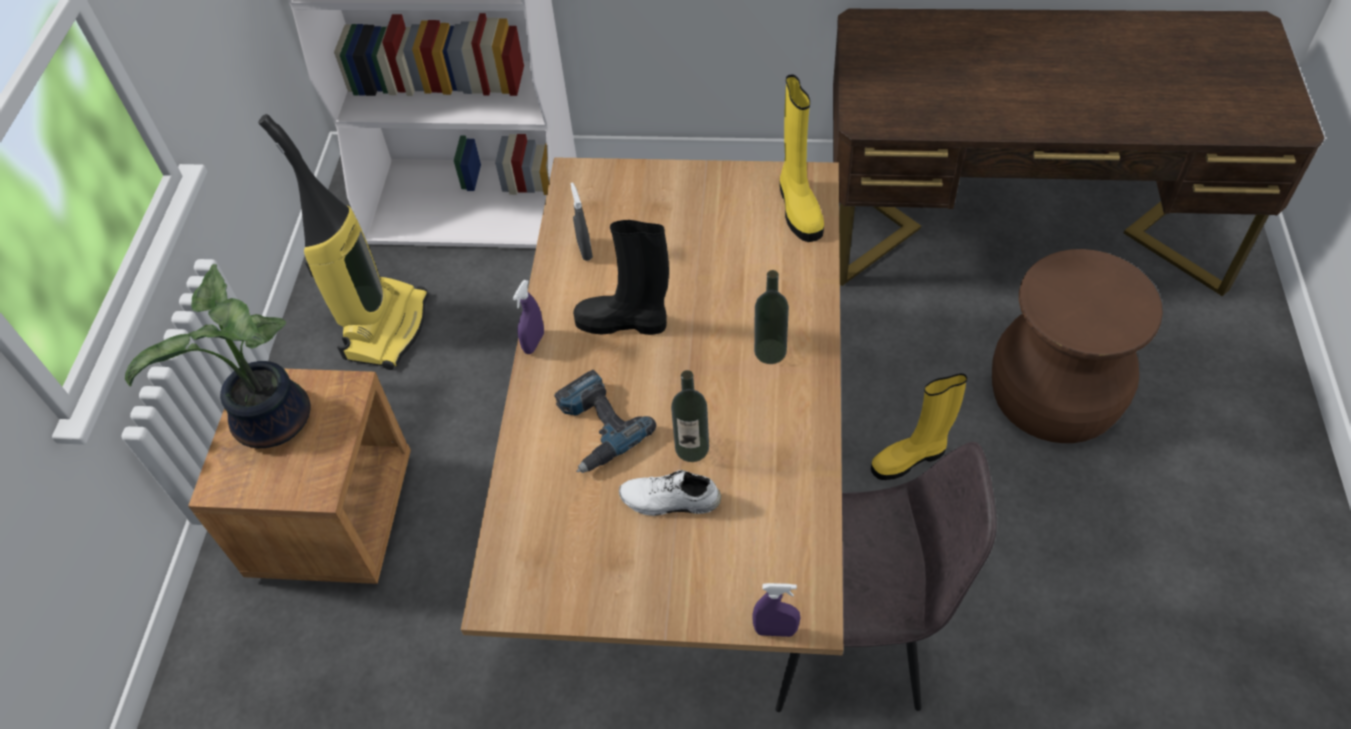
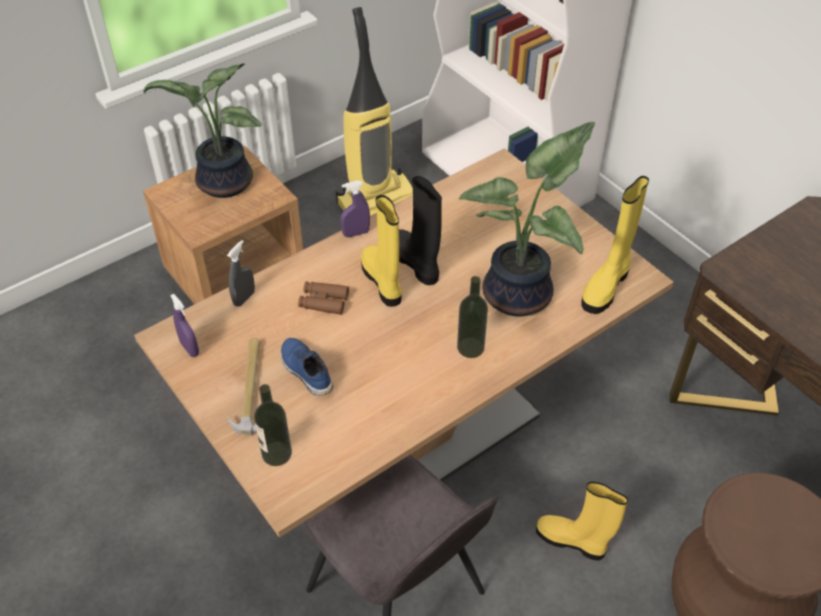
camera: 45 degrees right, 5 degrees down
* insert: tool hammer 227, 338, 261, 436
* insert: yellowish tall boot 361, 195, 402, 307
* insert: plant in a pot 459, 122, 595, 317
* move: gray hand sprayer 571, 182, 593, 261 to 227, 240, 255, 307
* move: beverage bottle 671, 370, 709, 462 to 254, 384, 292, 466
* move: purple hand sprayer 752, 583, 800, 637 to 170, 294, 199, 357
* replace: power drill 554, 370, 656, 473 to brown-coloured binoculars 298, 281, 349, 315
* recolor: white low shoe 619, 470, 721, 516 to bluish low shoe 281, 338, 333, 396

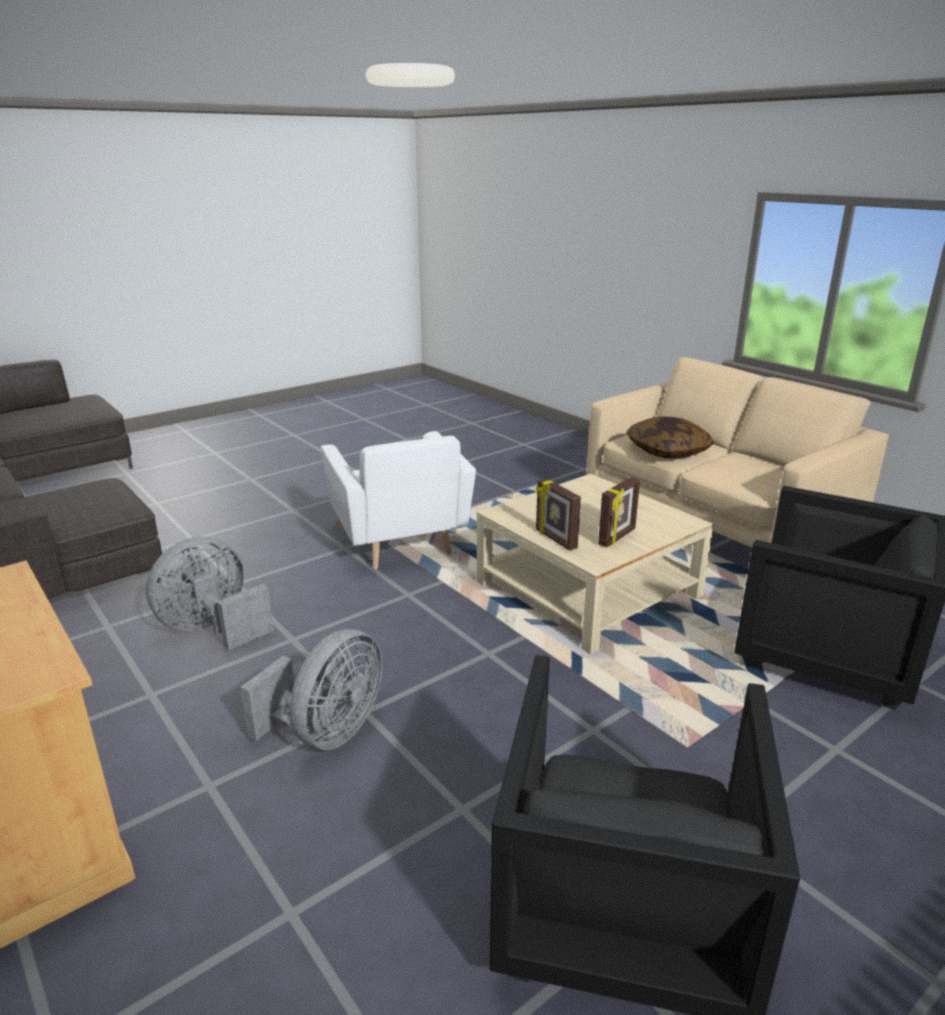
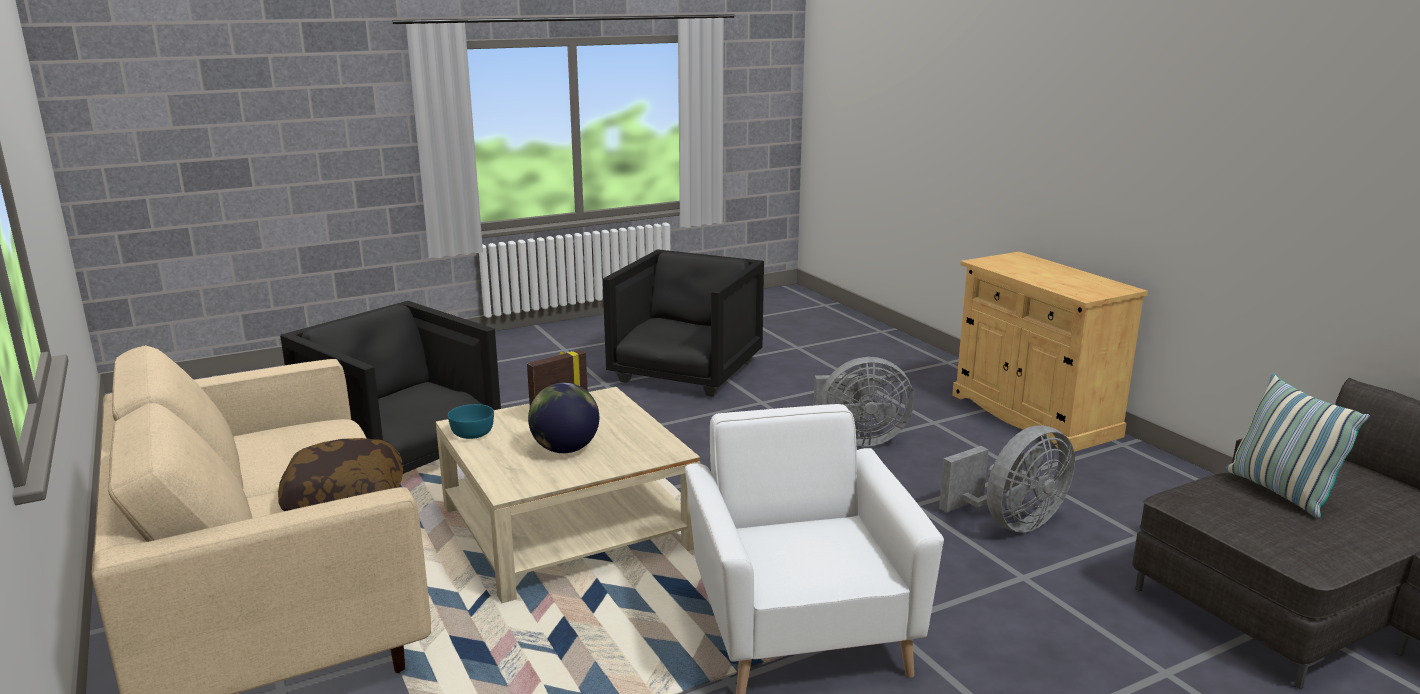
camera: 170 degrees left, 5 degrees down
* delete: photo frame 536, 478, 581, 551
* insert: turquoise serving bowl 448, 404, 494, 439
* insert: desk globe 528, 383, 599, 453
* insert: cushion 1225, 373, 1370, 518
* rotate: gray electric fan 240, 629, 382, 750 = 814, 357, 914, 447 135 degrees counterclockwise

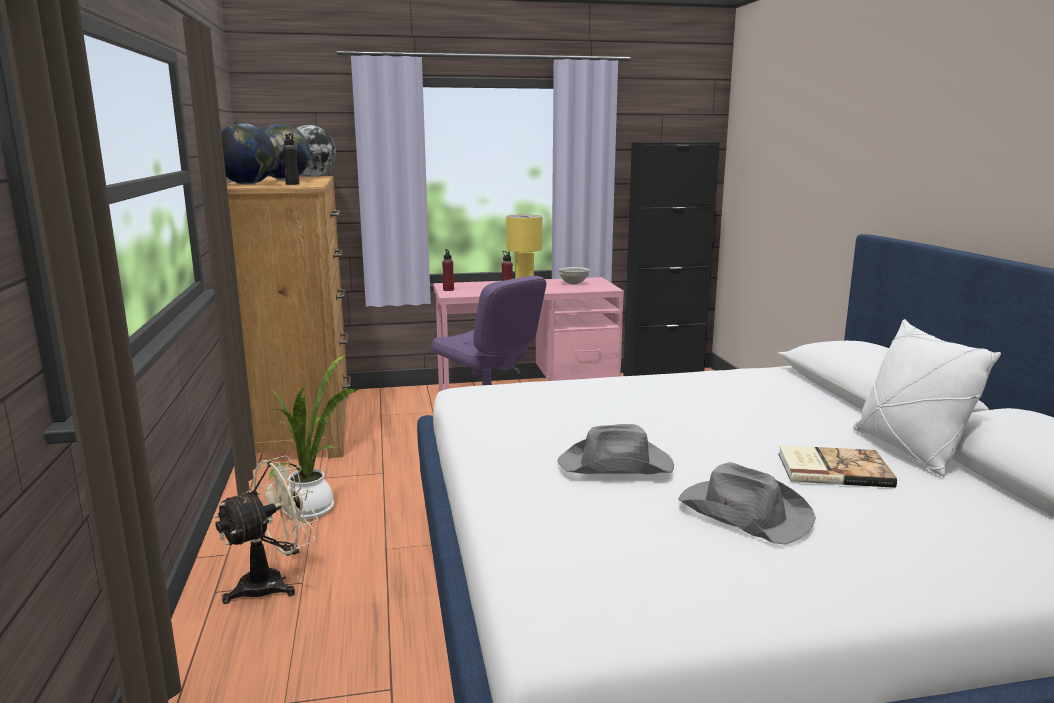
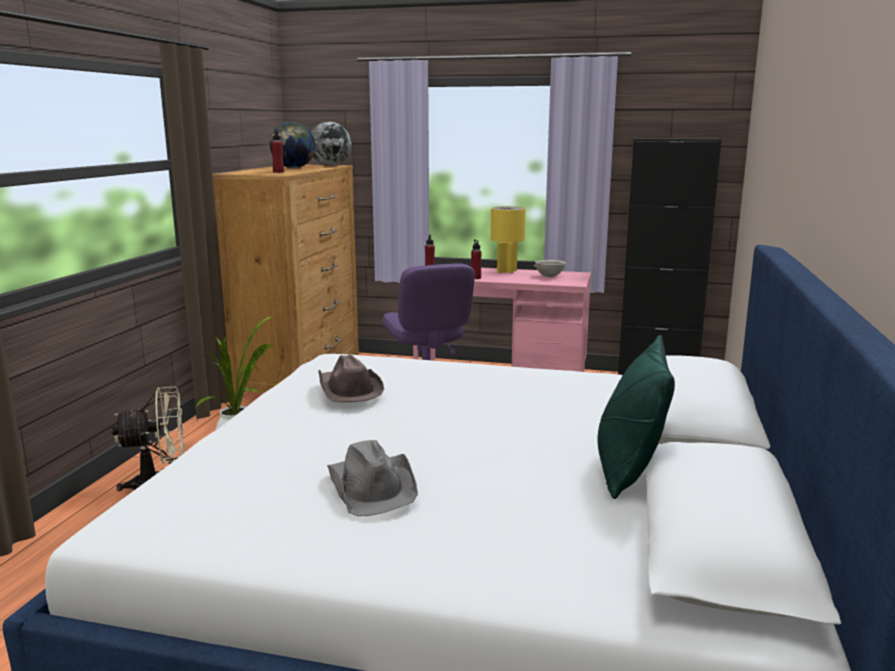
camera: 25 degrees right, 0 degrees up
* delete: desk globe 221, 123, 275, 185
* delete: gray wearable hat 558, 424, 674, 475
* delete: bound book 778, 445, 897, 488
* insert: brown-coloured wearable hat 318, 355, 384, 402
* recolor: black-coloured beverage bottle 283, 133, 299, 185 to red-coloured beverage bottle 271, 130, 284, 173
* recolor: white cushion 853, 319, 1001, 476 to green-coloured cushion 597, 335, 675, 499

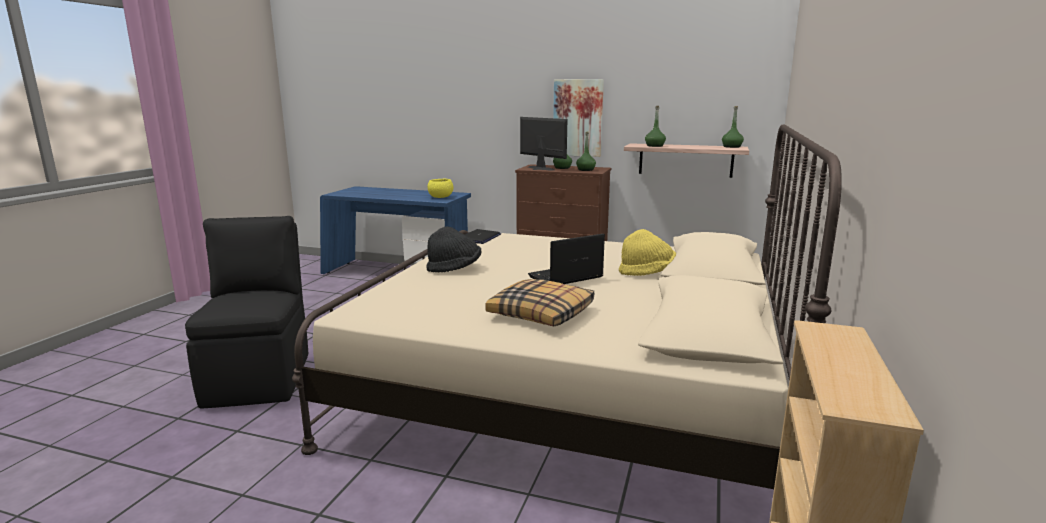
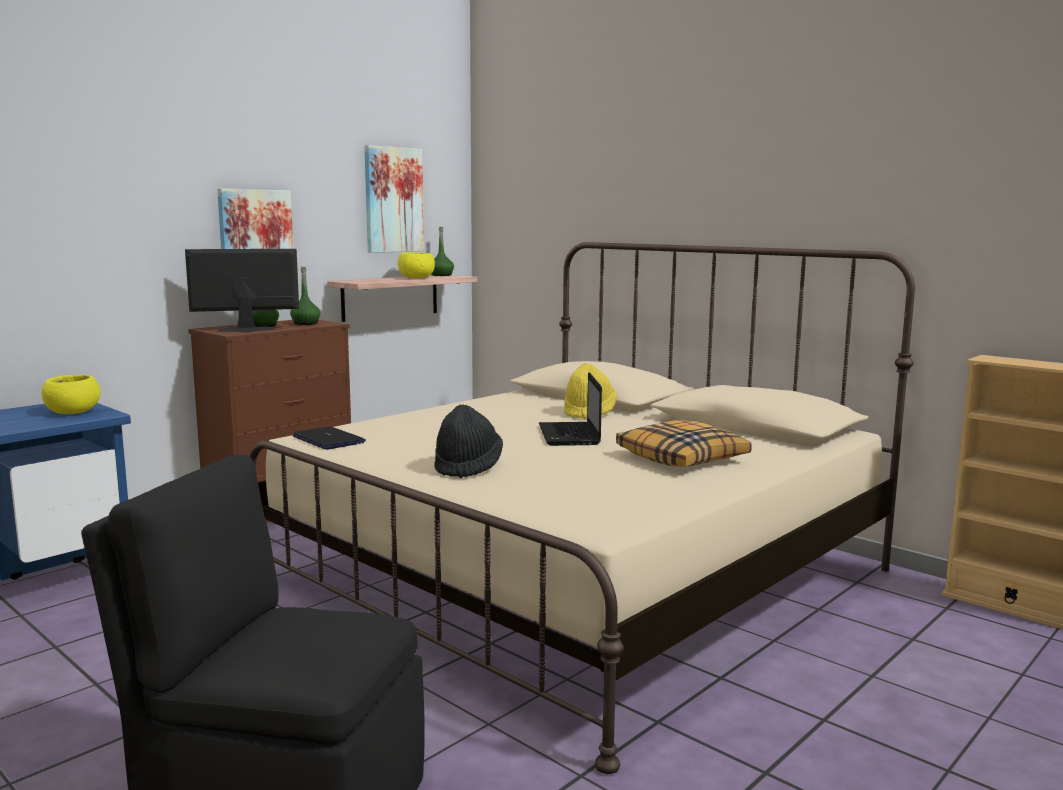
camera: 65 degrees left, 5 degrees down
* delete: green-coloured beverage bottle 645, 106, 666, 147
* insert: wall picture 364, 145, 424, 253
* insert: yellowish serving bowl 398, 253, 435, 278

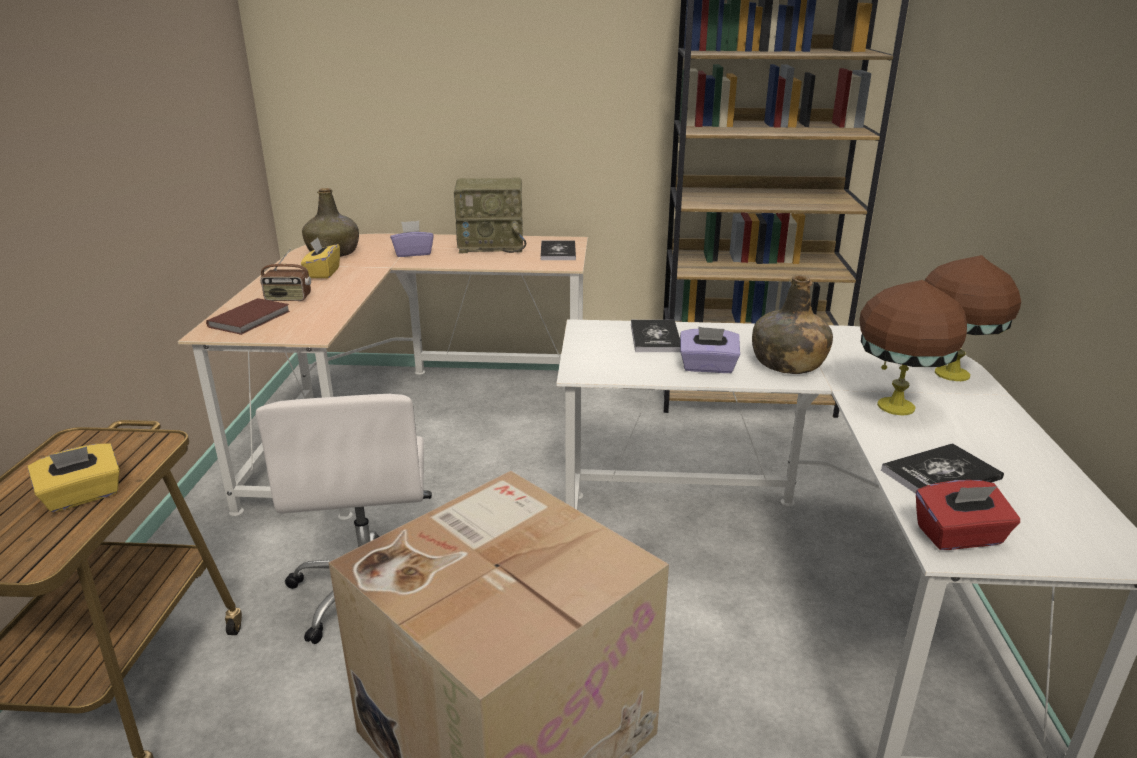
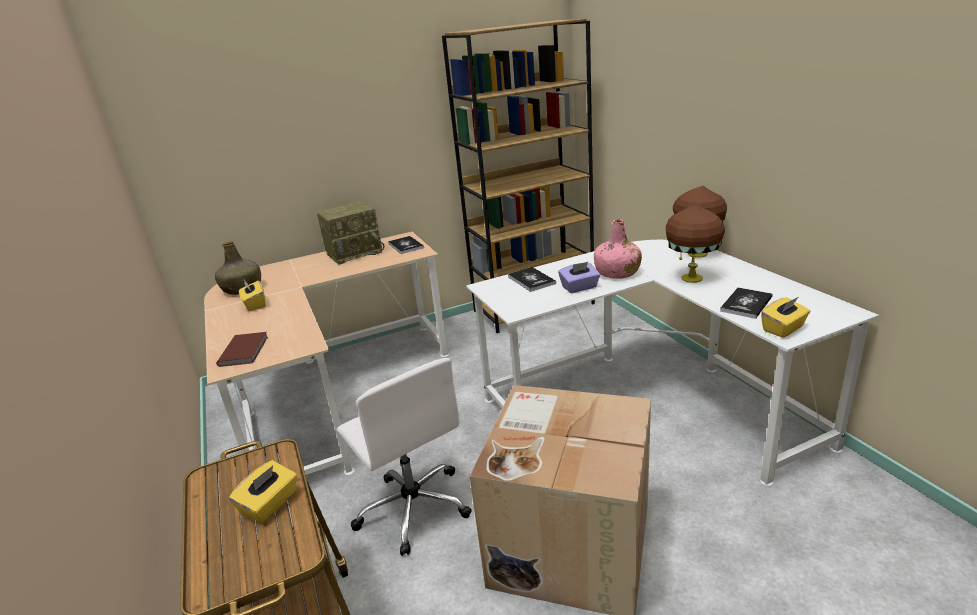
camera: 25 degrees left, 0 degrees up
* delete: radio 260, 249, 311, 301
* delete: purple box of tissues 390, 221, 434, 257
* recolor: green-coloured beverage bottle 752, 275, 833, 374 to pinkish beverage bottle 594, 219, 642, 279
* recolor: red-coloured box of tissues 916, 480, 1020, 550 to yellowish box of tissues 761, 297, 810, 338

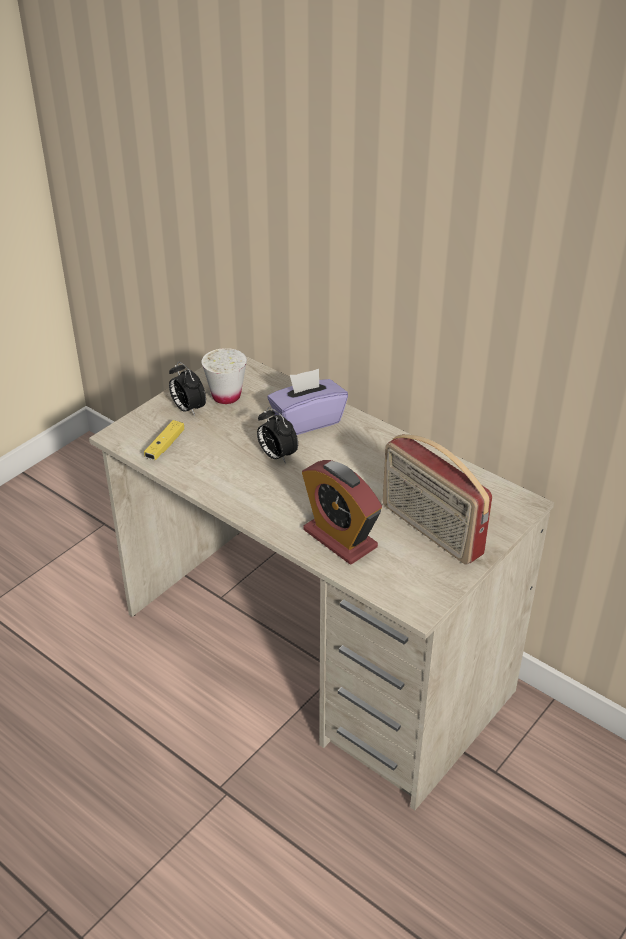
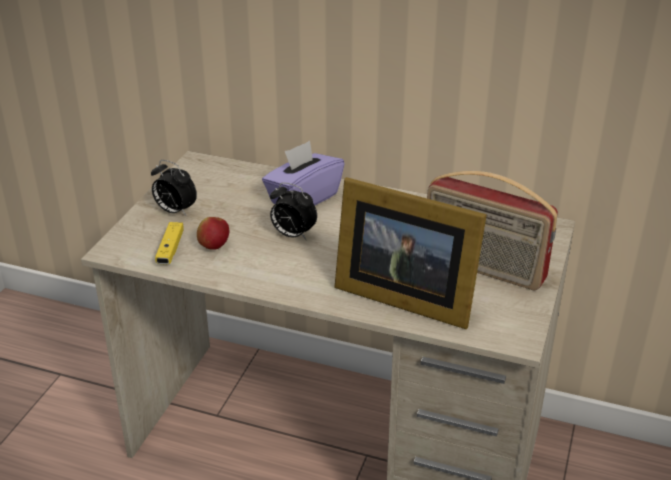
camera: 20 degrees left, 5 degrees down
* delete: white drinking cup 202, 348, 247, 404
* insert: apple fruit 197, 217, 229, 250
* replace: table clock 302, 460, 382, 565 to photo frame 334, 177, 487, 329

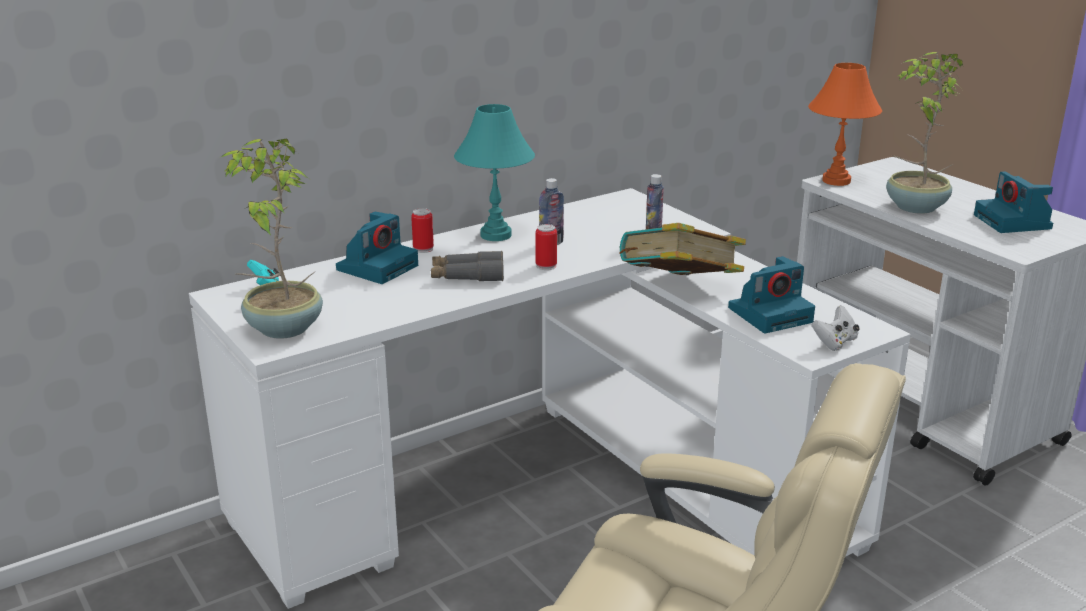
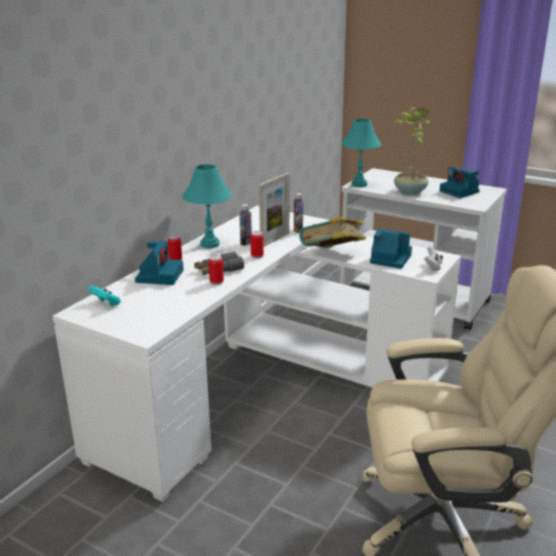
camera: 25 degrees left, 0 degrees up
* delete: plant in a pot 220, 139, 323, 339
* insert: can 209, 255, 224, 285
* insert: photo frame 259, 173, 289, 247
* recolor: orangey tabletop lamp 808, 63, 882, 186 to turquoise tabletop lamp 341, 119, 381, 187
* rotate: still camera 728, 256, 815, 333 = 370, 229, 412, 269 105 degrees counterclockwise

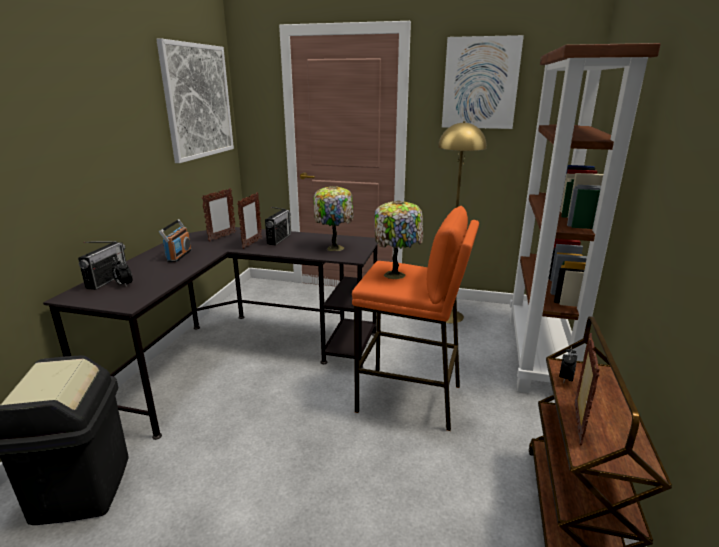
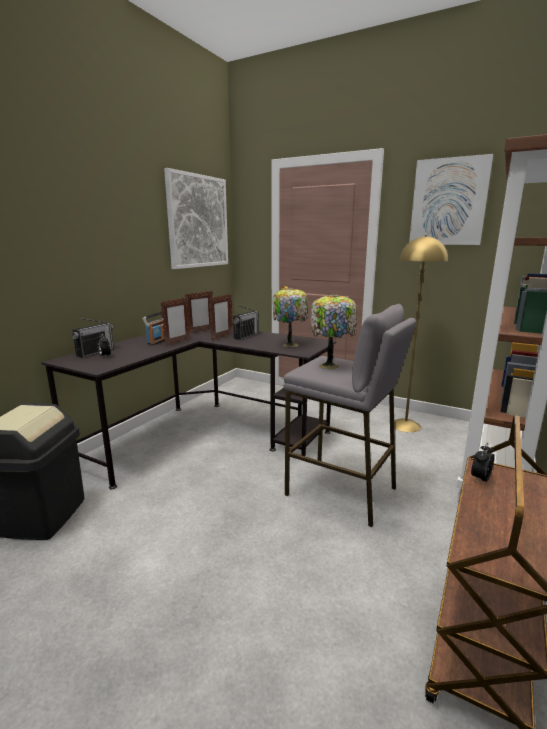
camera: 15 degrees right, 5 degrees down
* move: photo frame 574, 333, 600, 446 to 160, 297, 191, 346
* recolor: orangey stool 352, 206, 479, 431 to gray stool 284, 304, 416, 527

